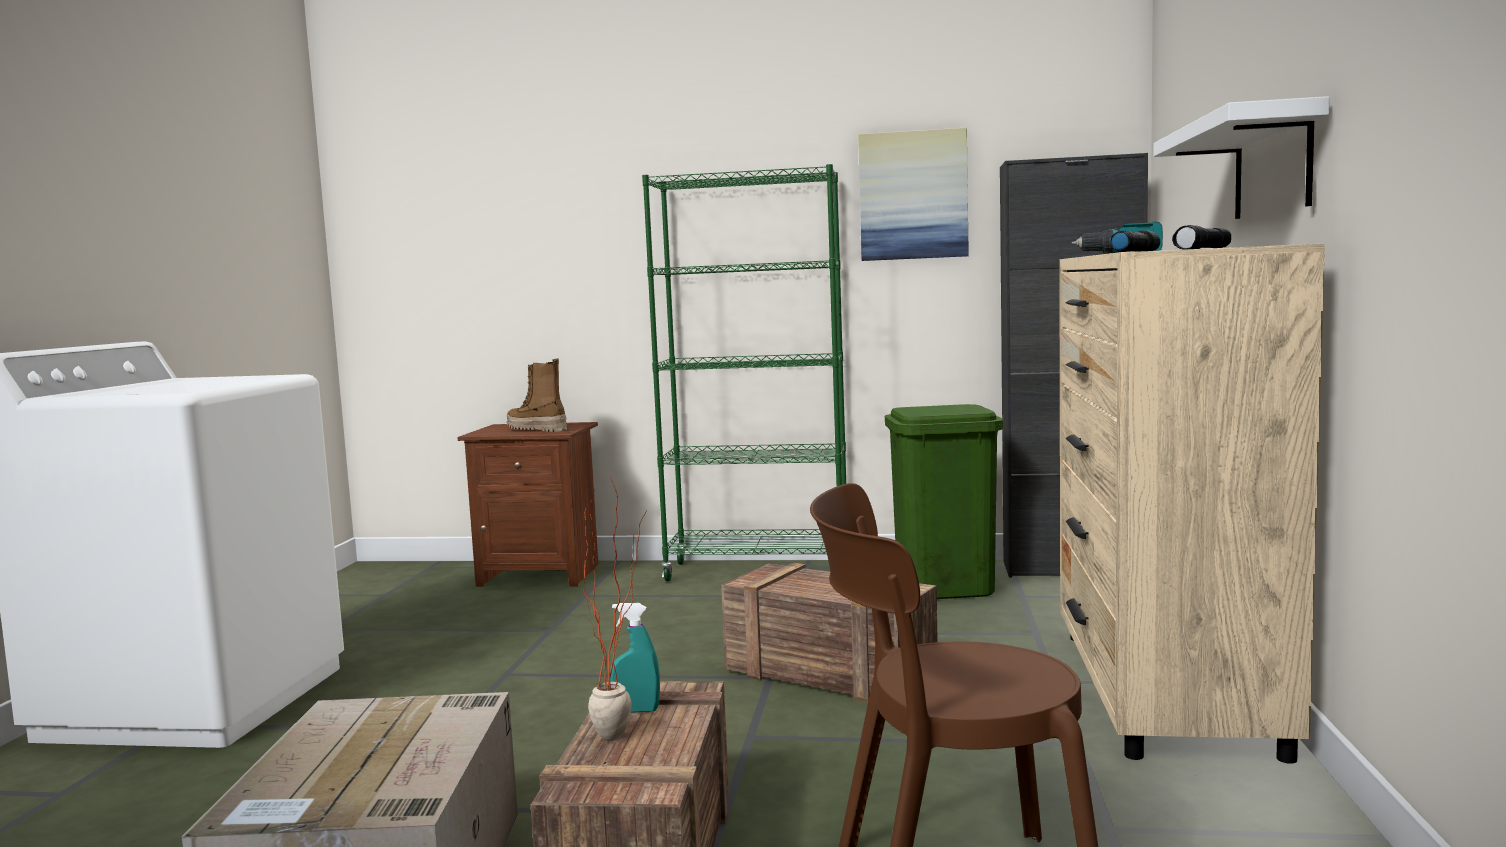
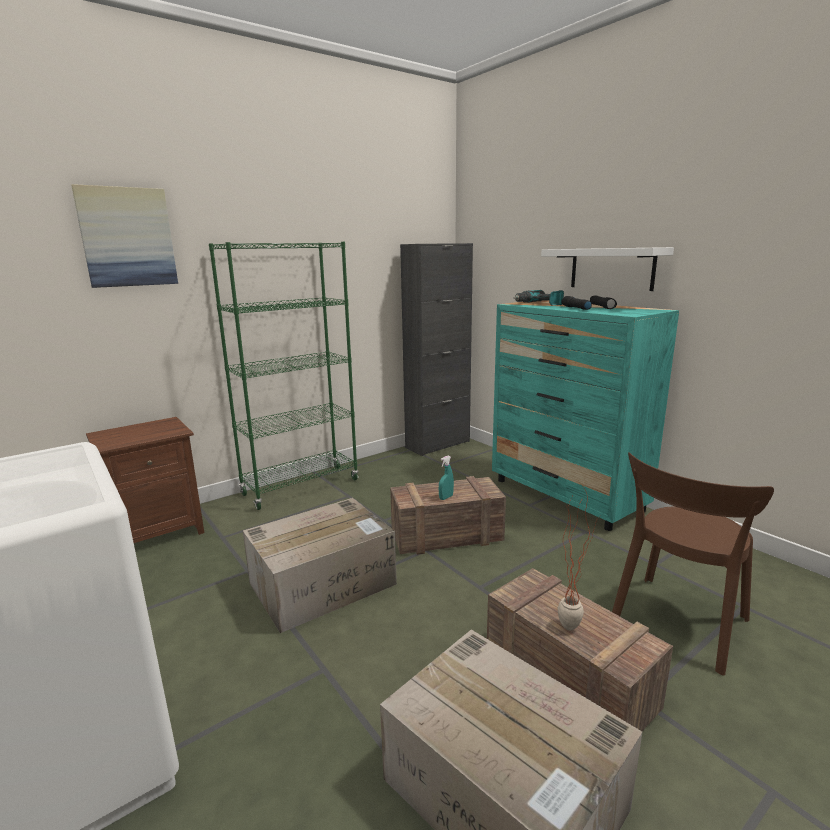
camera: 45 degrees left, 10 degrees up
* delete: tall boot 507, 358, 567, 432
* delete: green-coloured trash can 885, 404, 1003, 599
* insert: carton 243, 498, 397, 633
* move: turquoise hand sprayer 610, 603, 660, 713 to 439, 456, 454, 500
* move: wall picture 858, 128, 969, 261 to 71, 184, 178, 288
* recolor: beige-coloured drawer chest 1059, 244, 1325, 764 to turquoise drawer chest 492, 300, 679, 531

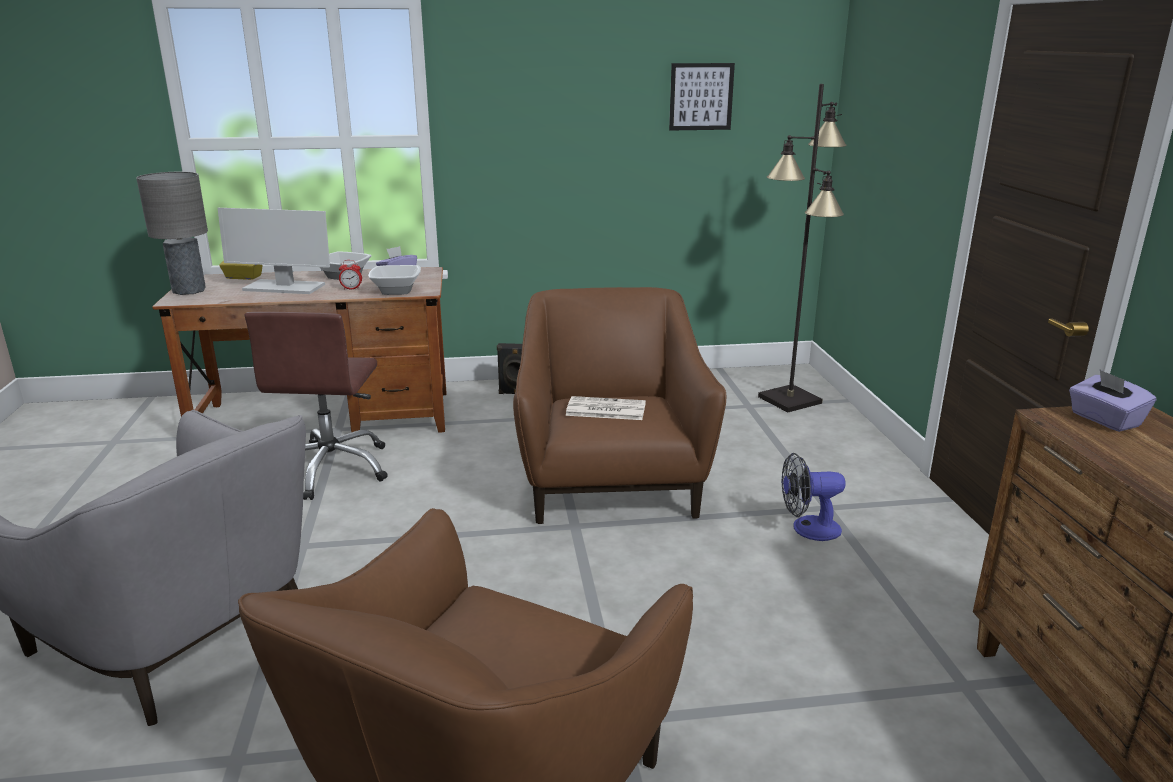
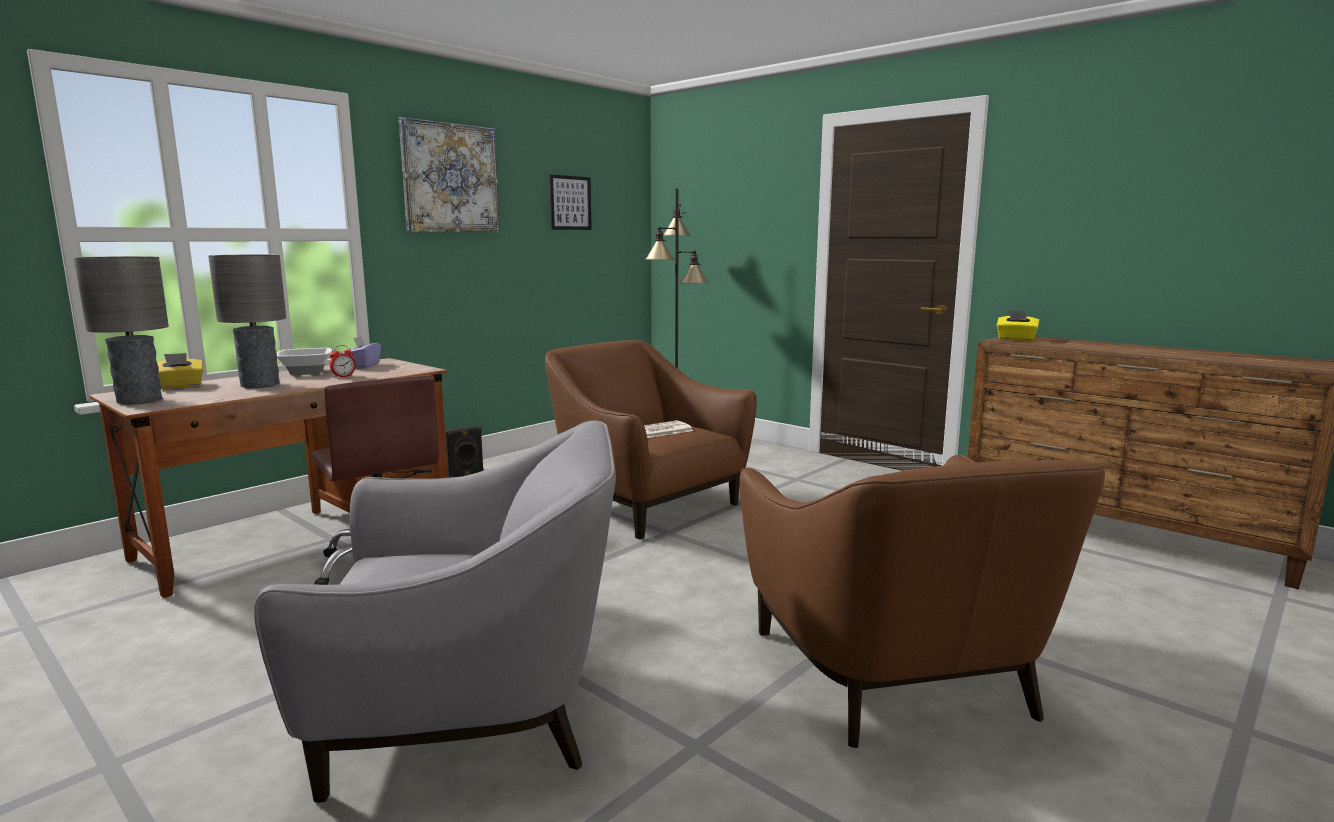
camera: 40 degrees left, 10 degrees down
* delete: serving bowl 368, 265, 421, 295
* delete: electric fan 782, 453, 846, 541
* insert: wall picture 399, 117, 500, 232
* replace: computer screen 218, 208, 330, 294 to gray tabletop lamp 208, 254, 286, 388
* recolor: purple box of tissues 1069, 370, 1156, 432 to yellowish box of tissues 997, 310, 1039, 341

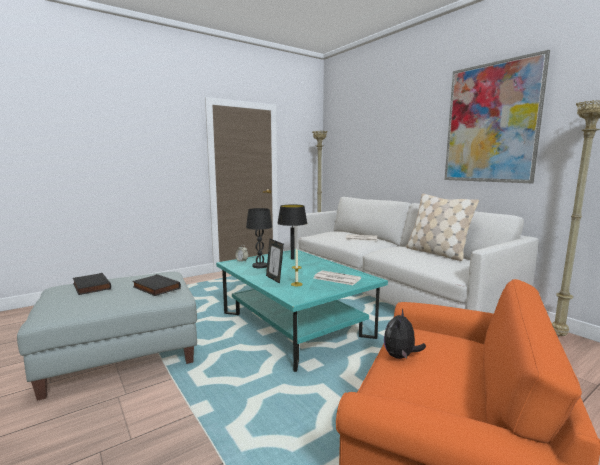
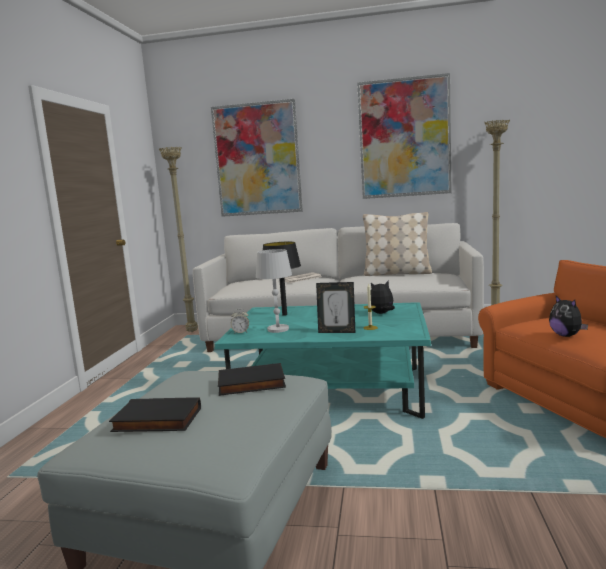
camera: 45 degrees left, 0 degrees up
* insert: wall picture 211, 99, 303, 217
* replace: newspaper 314, 270, 361, 285 to soft toy 370, 281, 395, 314
* recolor: black-coloured tabletop lamp 246, 208, 272, 268 to white tabletop lamp 256, 249, 292, 333

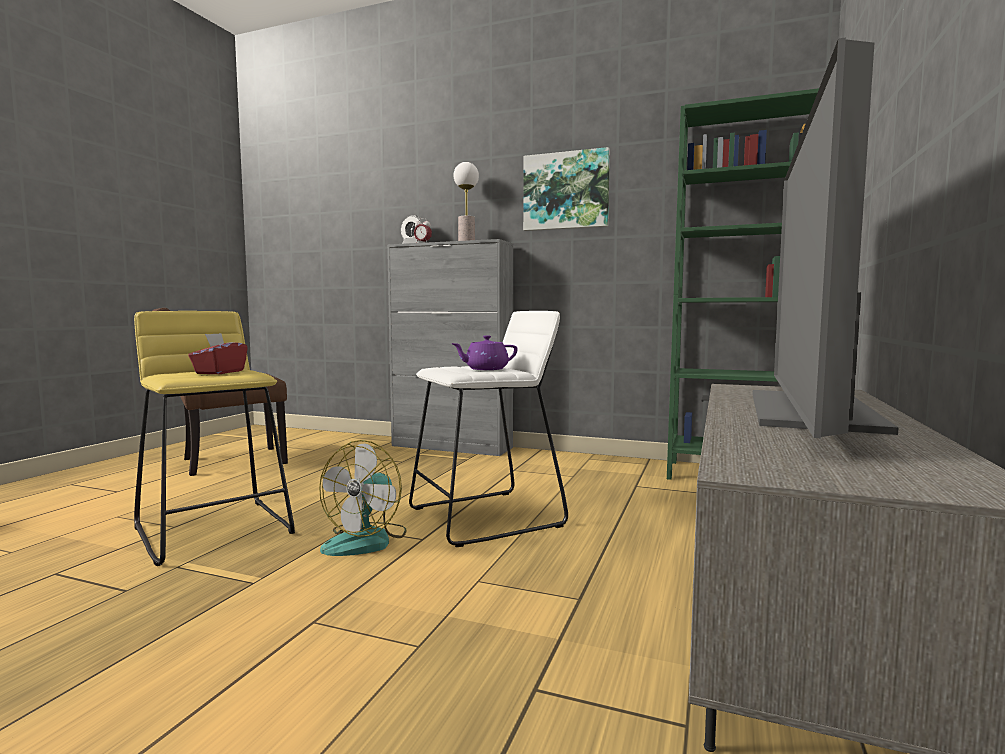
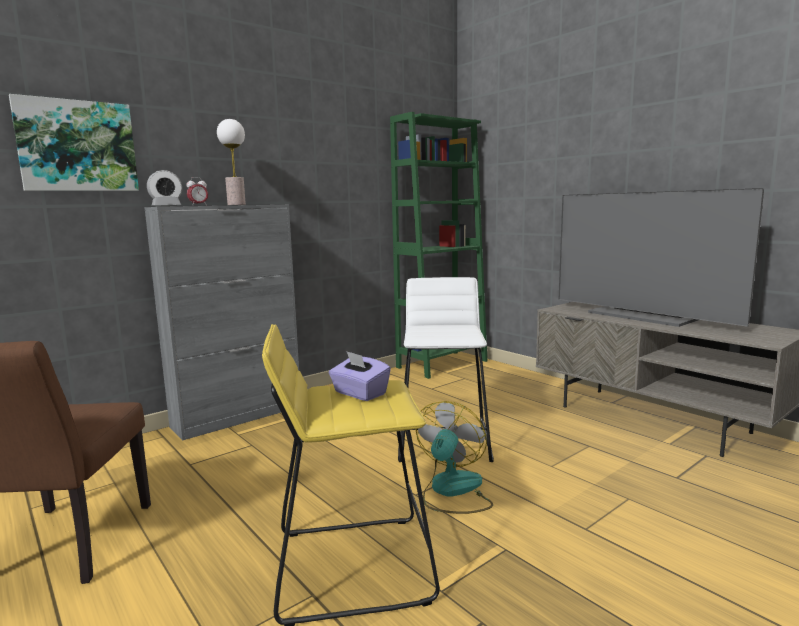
camera: 60 degrees left, 5 degrees up
* delete: purple pot for tea 451, 335, 518, 370
* move: wall picture 523, 147, 610, 231 to 9, 94, 139, 191
* recolor: red-coloured box of tissues 188, 333, 248, 374 to purple box of tissues 329, 351, 391, 401
* rotate: electric fan 319, 440, 407, 556 = 416, 401, 493, 514 120 degrees counterclockwise

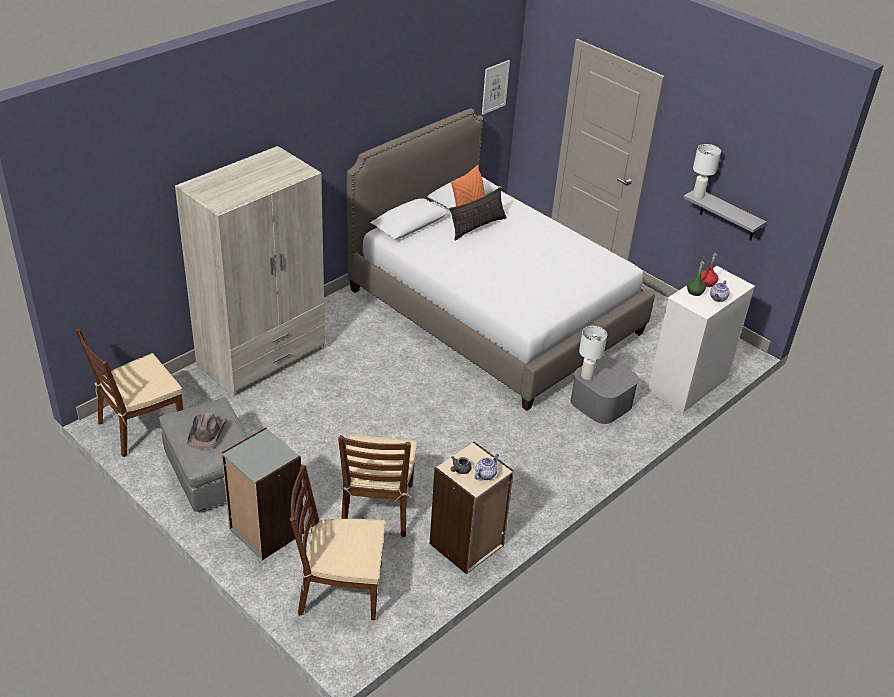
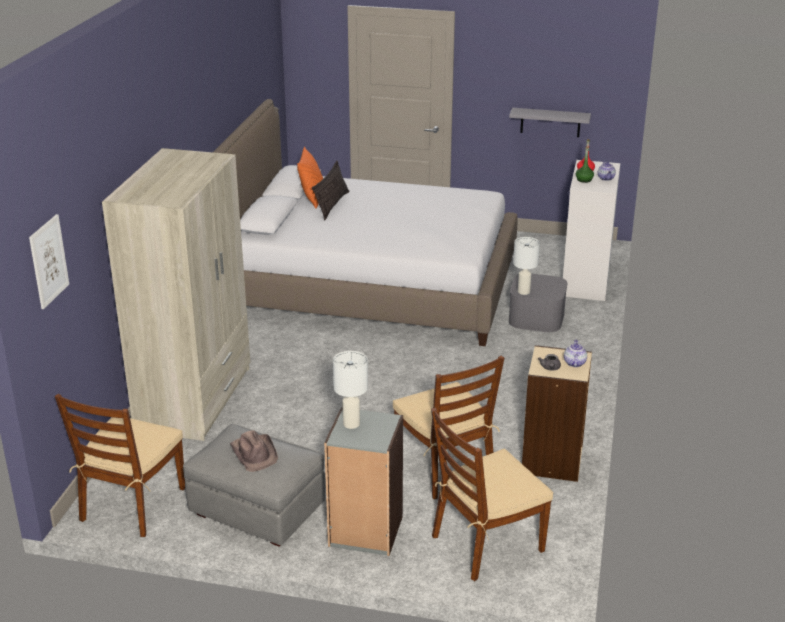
camera: 30 degrees left, 10 degrees down
* move: wall picture 482, 60, 510, 115 to 29, 214, 69, 309
* move: white tabletop lamp 693, 144, 721, 199 to 333, 351, 368, 429

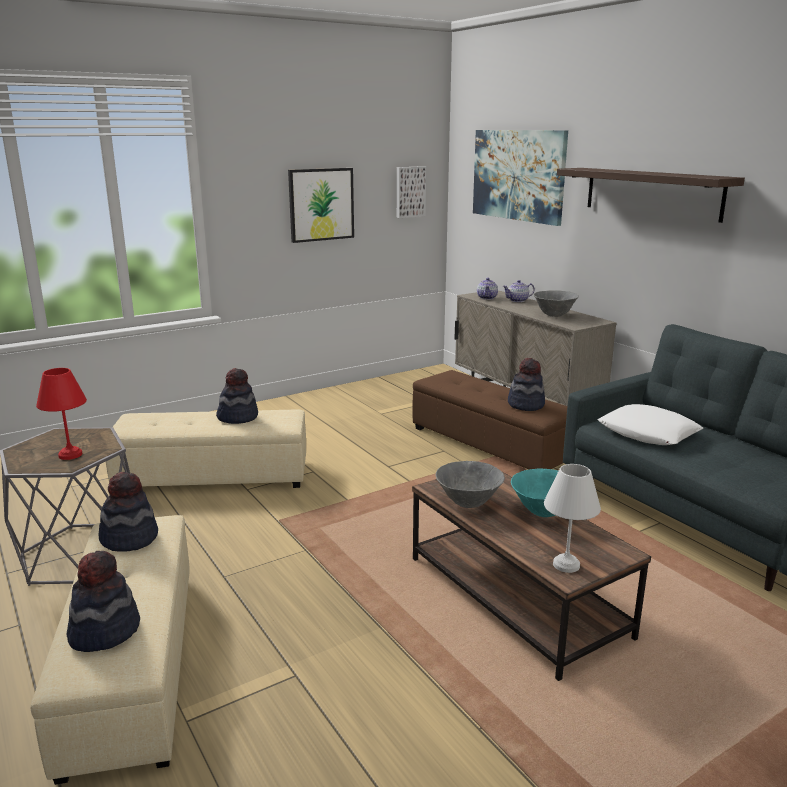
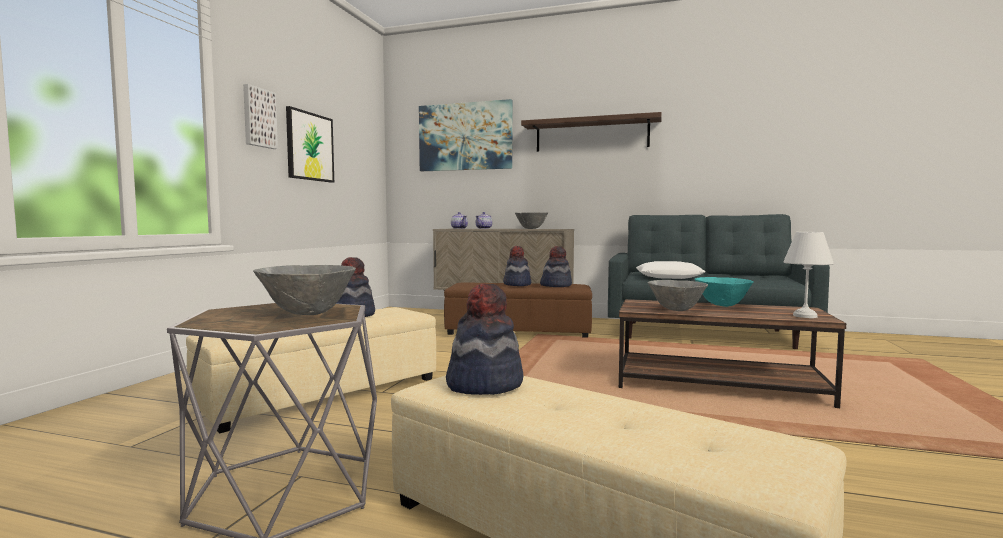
camera: 40 degrees left, 15 degrees down
* move: wearable hat 66, 551, 140, 652 to 503, 246, 531, 286
* move: wall picture 397, 166, 426, 218 to 243, 84, 278, 149
* replace: red-coloured tabletop lamp 36, 368, 87, 460 to gray serving bowl 253, 265, 356, 315

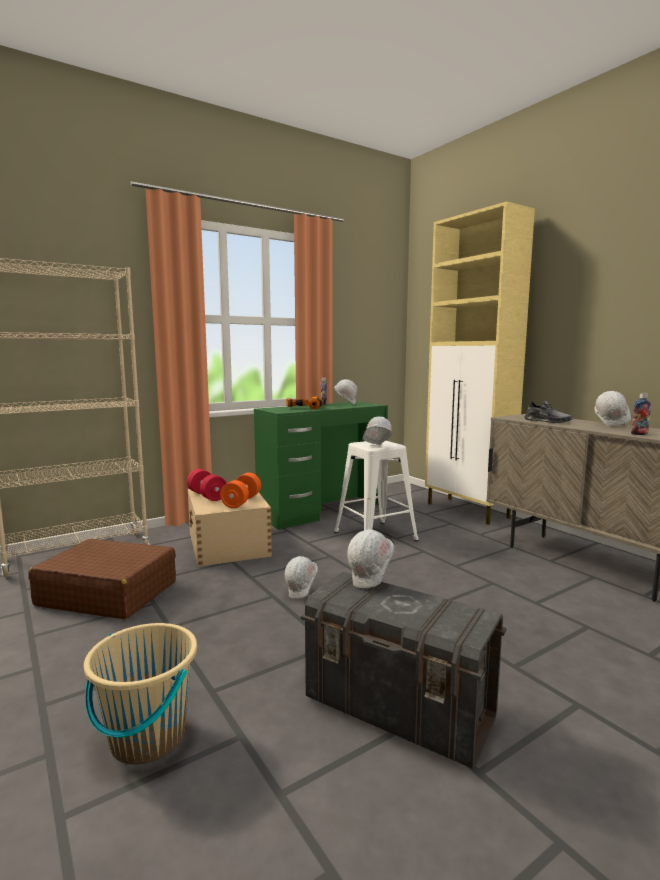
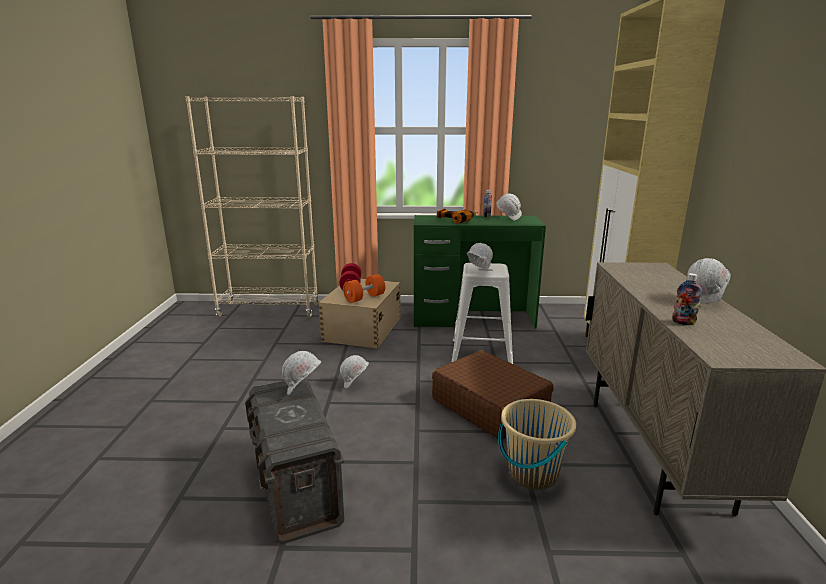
camera: 35 degrees right, 10 degrees up
* delete: gray low shoe 525, 401, 573, 423
* move: brown-coloured piece of luggage 28, 539, 176, 619 to 432, 350, 553, 439
* move: beige-coloured pail 84, 623, 197, 765 to 498, 399, 576, 490

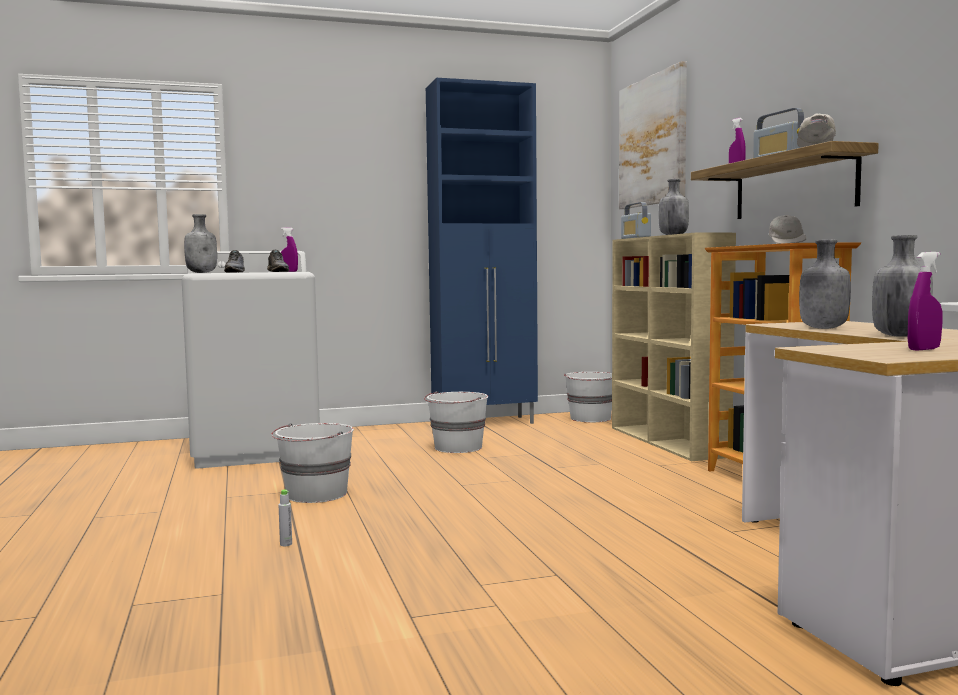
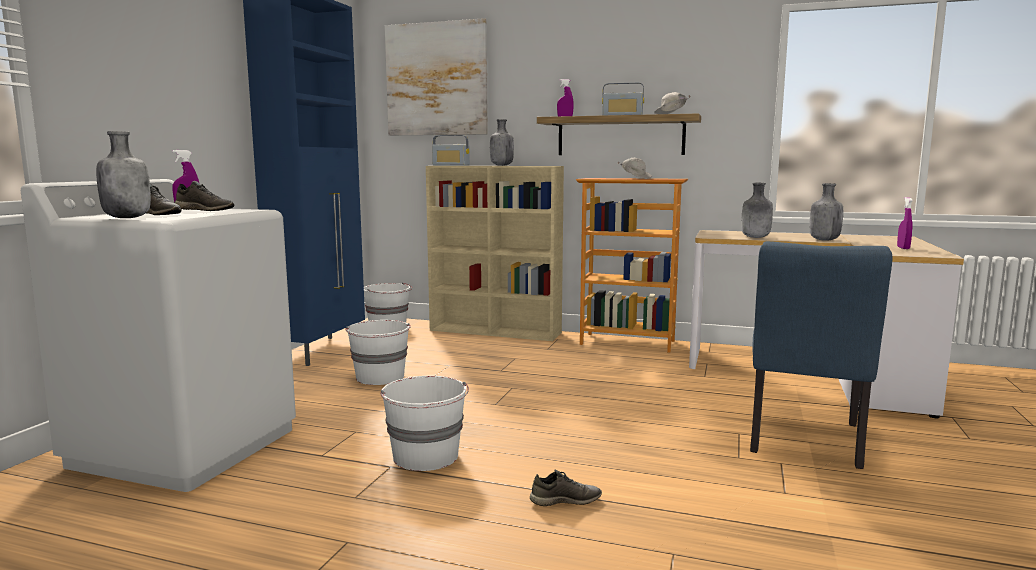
camera: 55 degrees left, 5 degrees up
* insert: bluish plain chair 750, 241, 892, 469
* replace: gray beverage bottle 278, 490, 292, 546 to gray low shoe 530, 469, 602, 506

